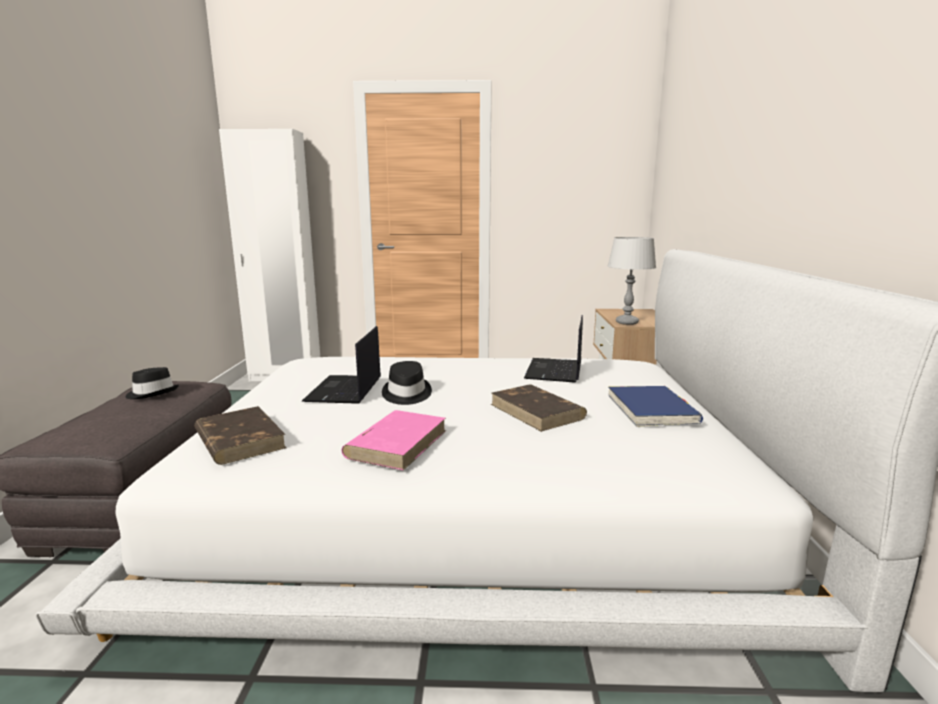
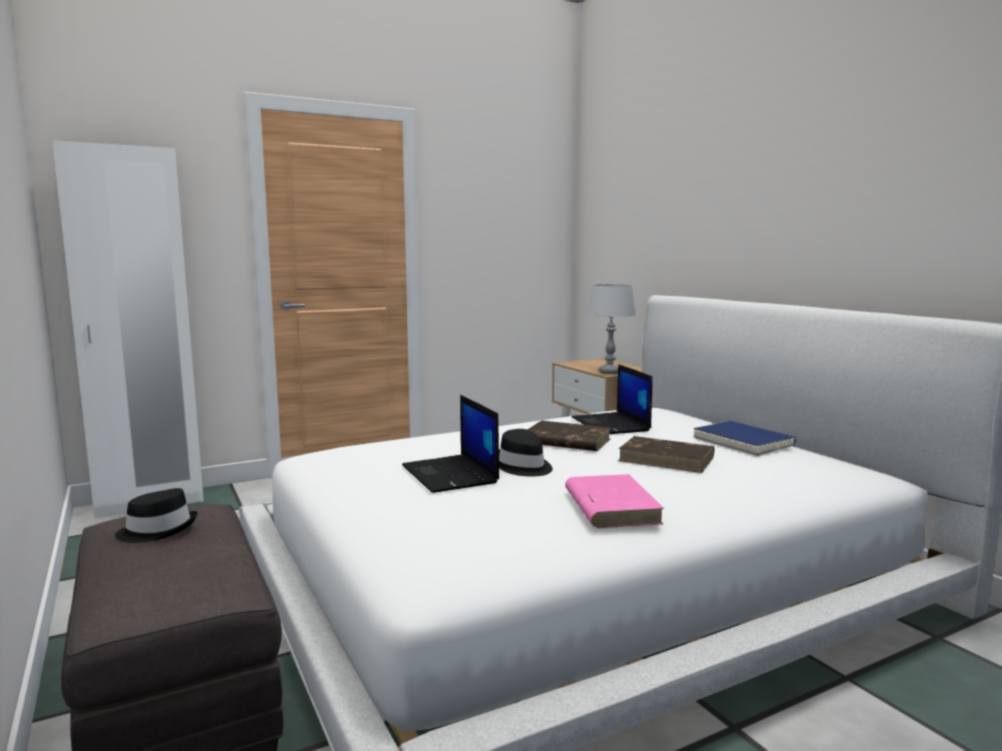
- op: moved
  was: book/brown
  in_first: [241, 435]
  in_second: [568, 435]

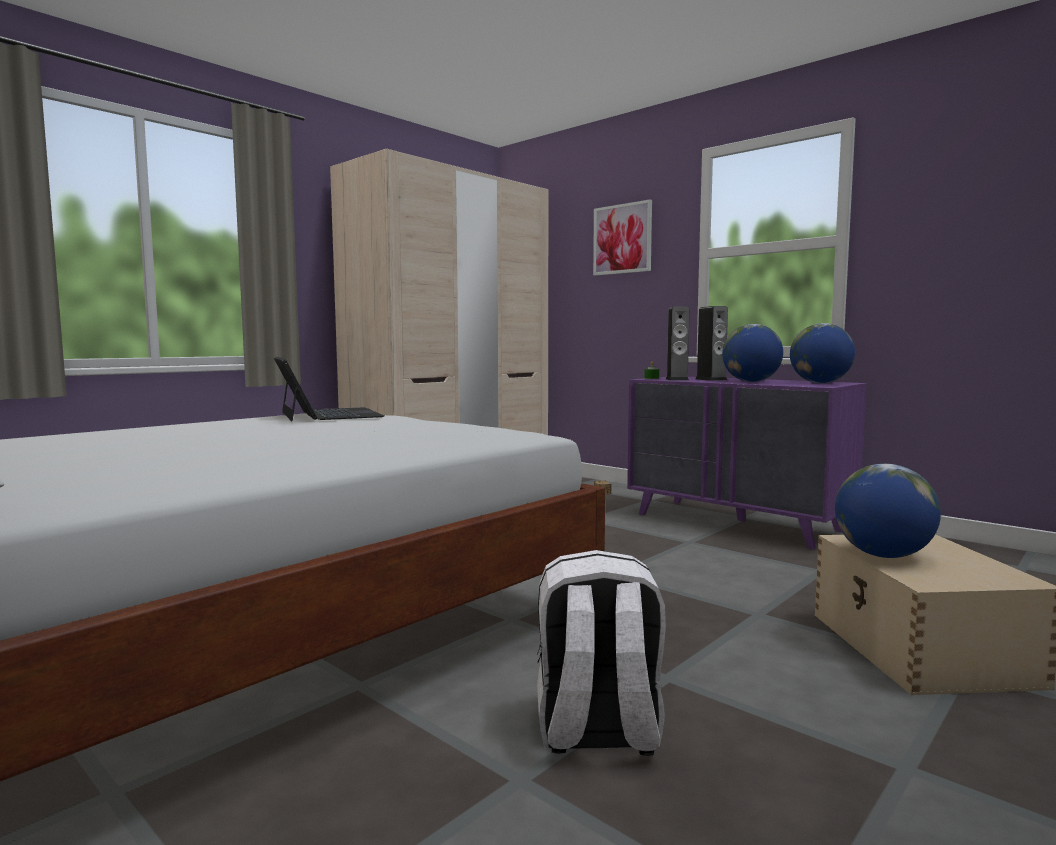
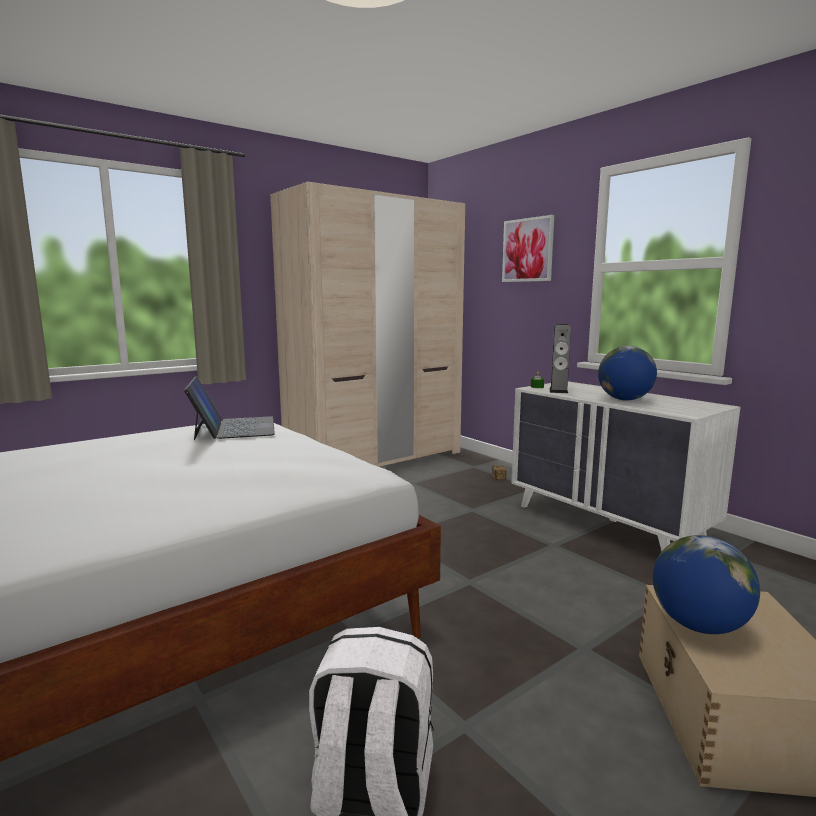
- op: recoloured
  was: dresser/purple
  now: dresser/white
  in_first: [747, 463]
  in_second: [626, 466]
- op: removed
  was: speaker
  in_first: [711, 343]
- op: removed
  was: globe
  in_first: [822, 353]

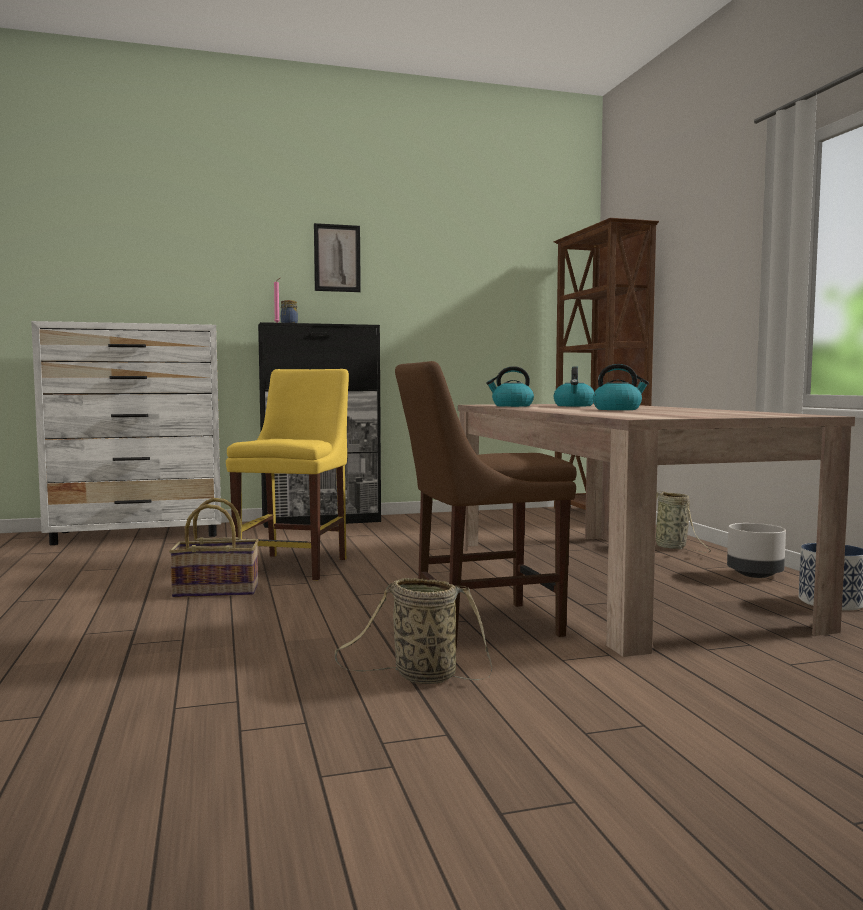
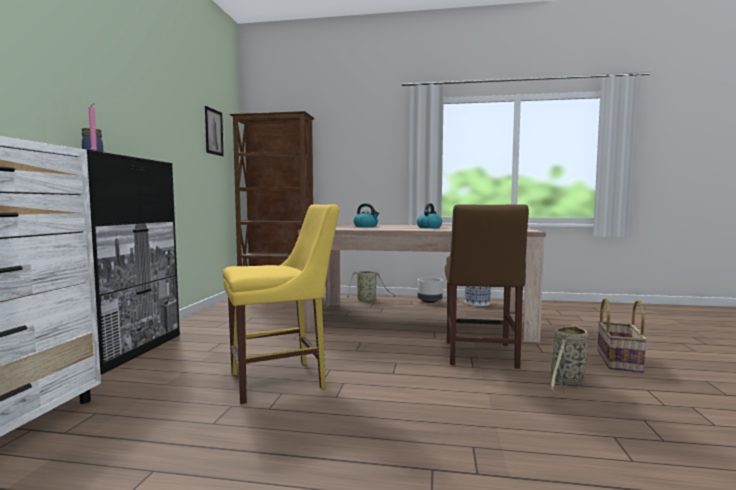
- op: moved
  was: picture
  in_first: [337, 257]
  in_second: [214, 131]
- op: turned
  was: chair/yellow
  in_first: [287, 474]
  in_second: [281, 304]
  clockwise: 120
- op: moved
  was: basket
  in_first: [214, 548]
  in_second: [622, 335]
- op: removed
  was: kettle
  in_first: [510, 386]

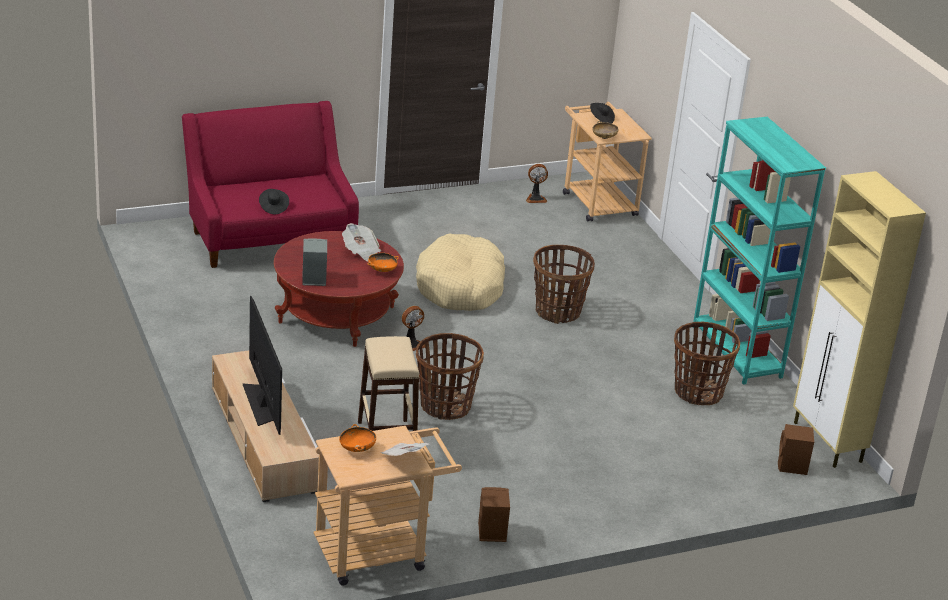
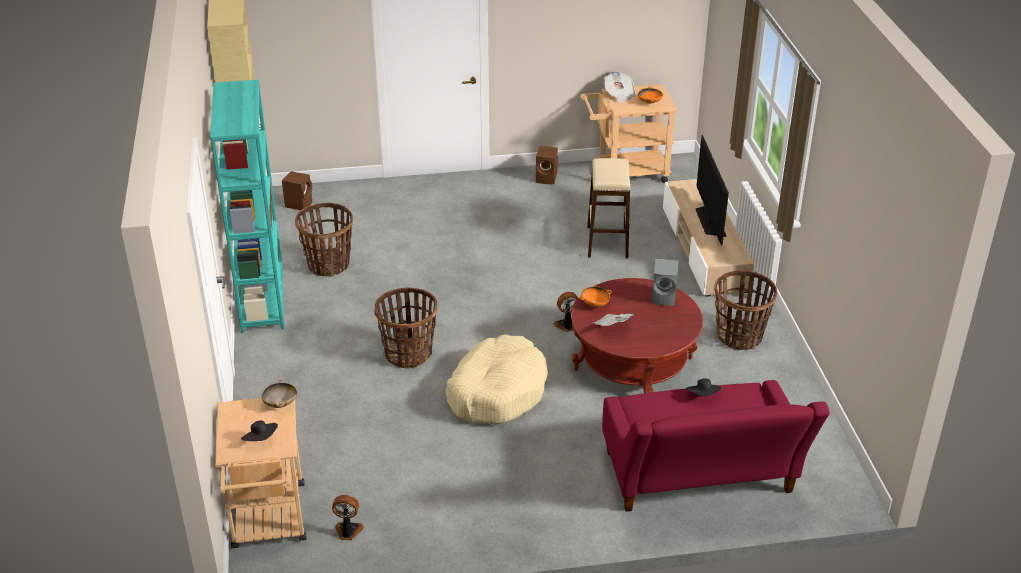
- op: moved
  was: basket
  in_first: [450, 376]
  in_second: [745, 310]

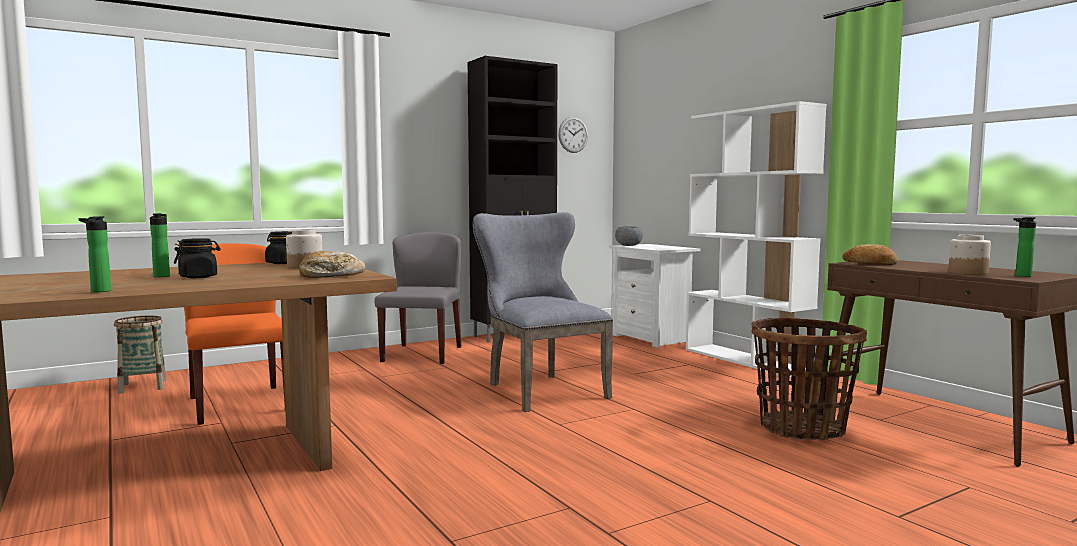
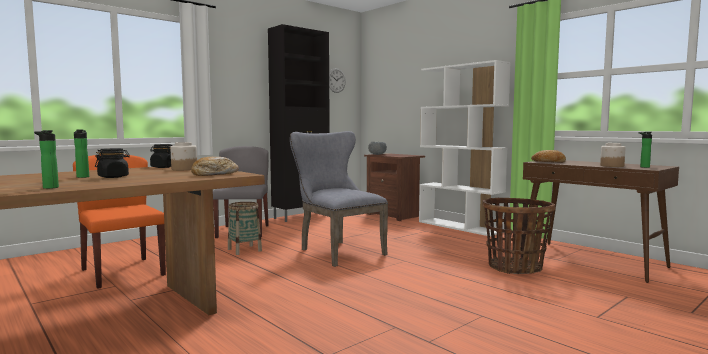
- op: moved
  was: basket
  in_first: [140, 355]
  in_second: [245, 228]
- op: recoloured
  was: nightstand/white
  now: nightstand/brown
  in_first: [655, 296]
  in_second: [394, 187]

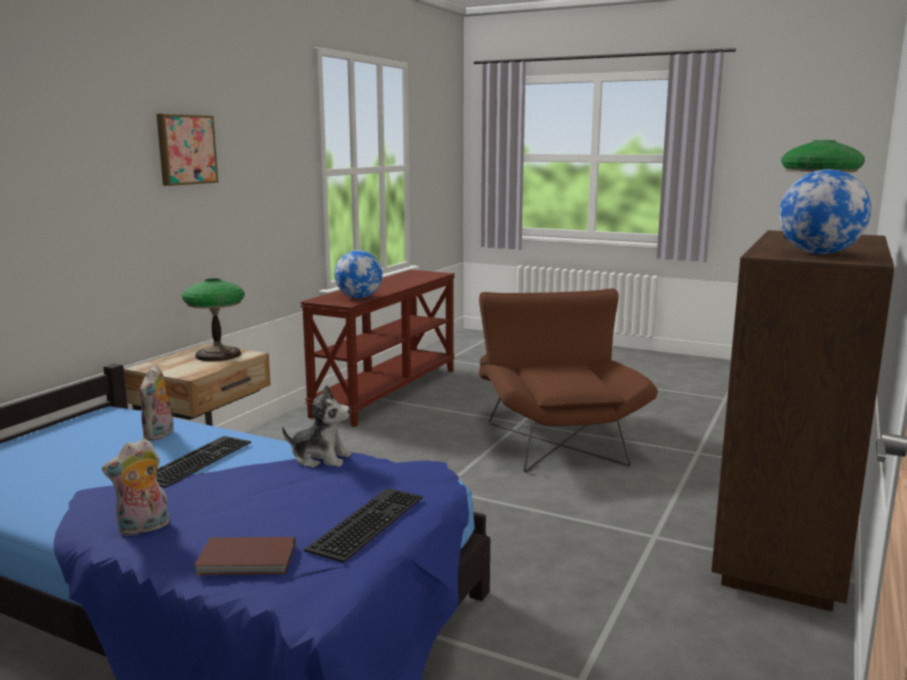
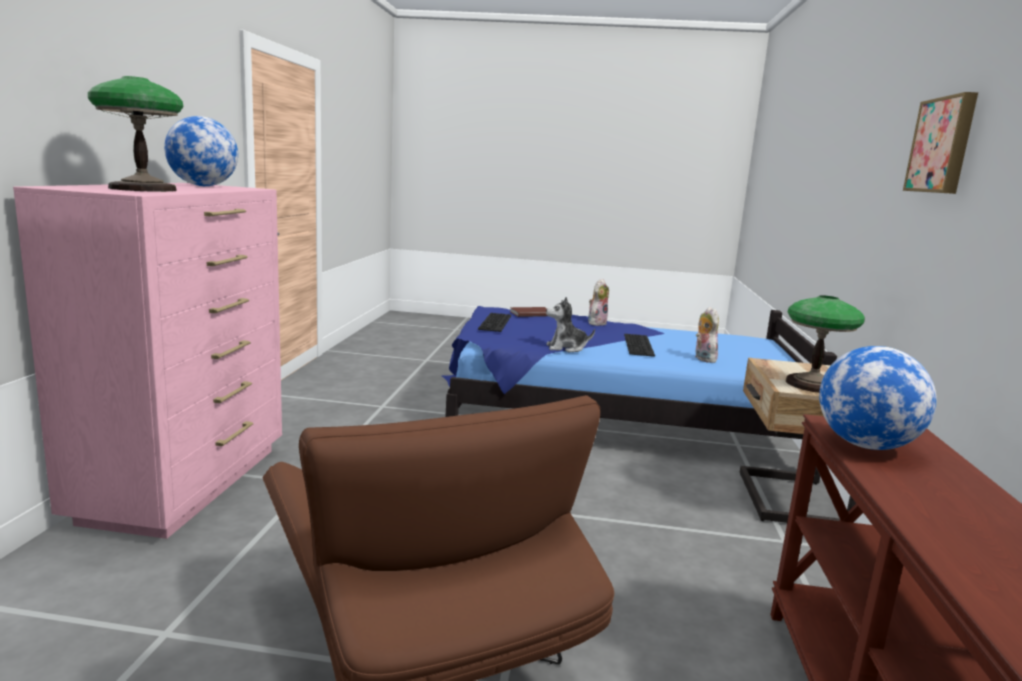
- op: recoloured
  was: dresser/brown
  now: dresser/pink
  in_first: [803, 421]
  in_second: [147, 361]

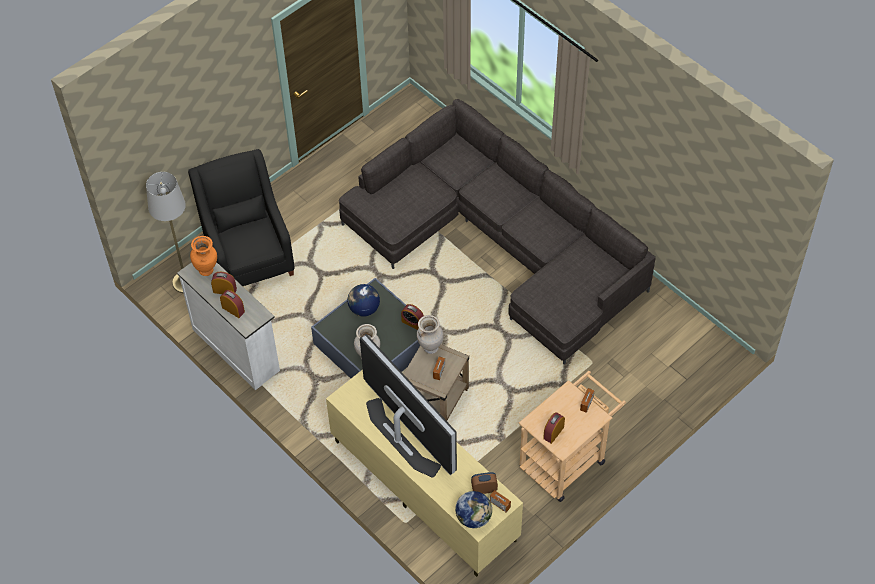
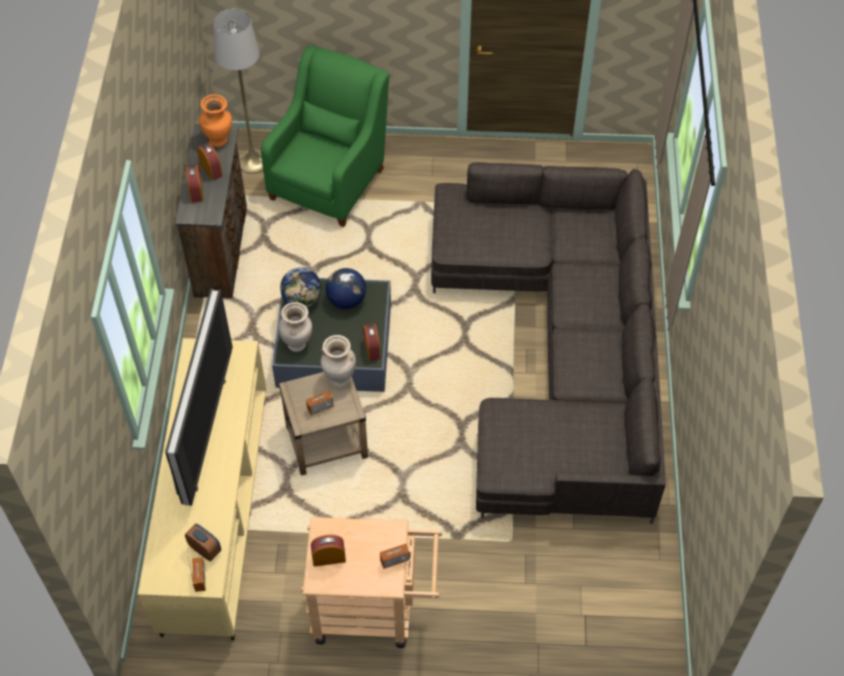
- op: recoloured
  was: dresser/white
  now: dresser/brown
  in_first: [228, 326]
  in_second: [211, 211]
- op: recoloured
  was: armchair/black
  now: armchair/green
  in_first: [241, 217]
  in_second: [325, 136]
- op: moved
  was: globe
  in_first: [473, 509]
  in_second: [300, 287]

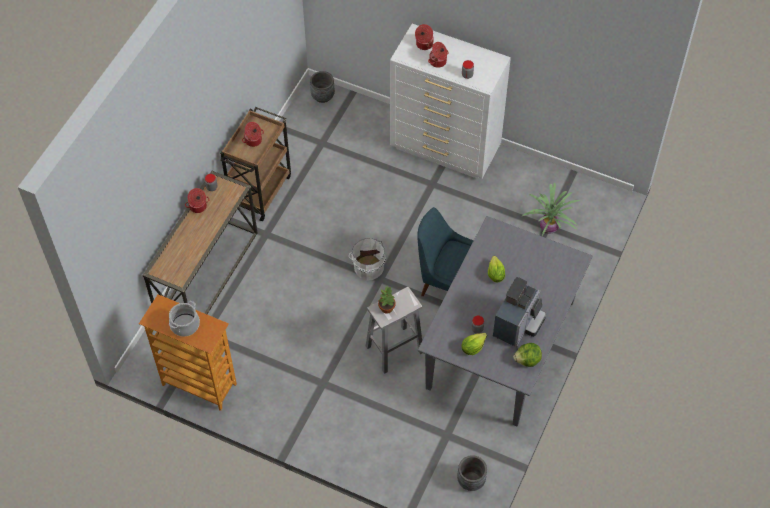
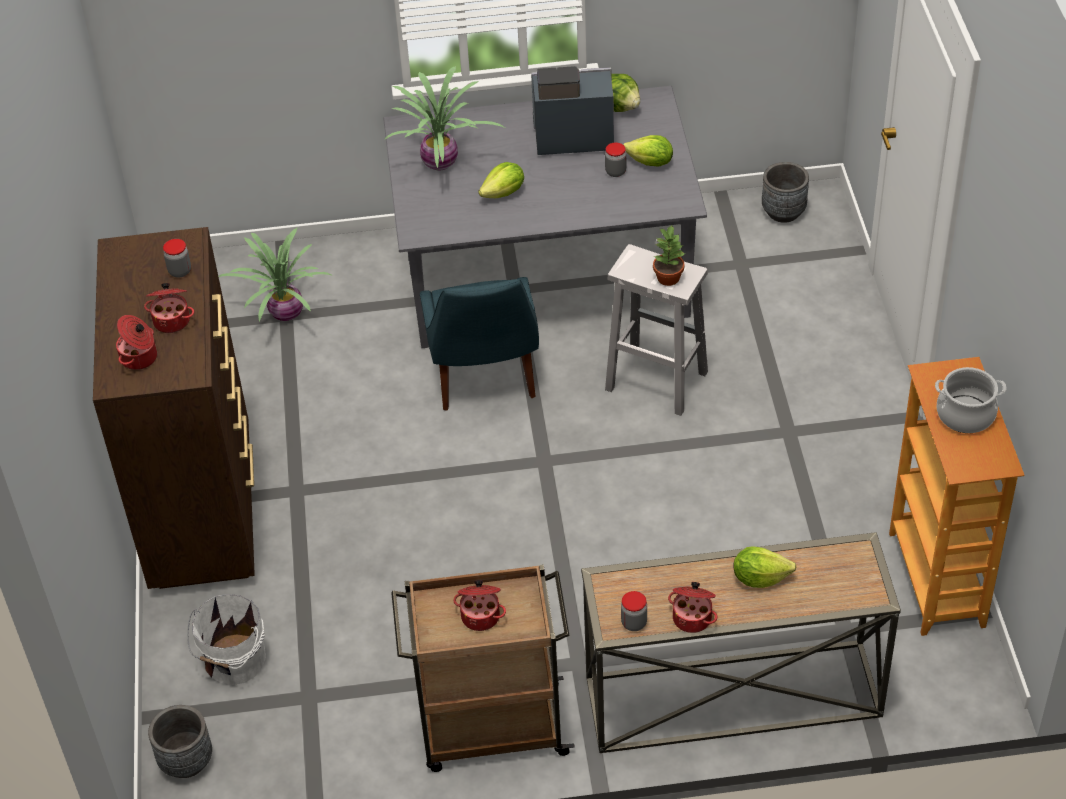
- op: recoloured
  was: dresser/white
  now: dresser/brown
  in_first: [450, 101]
  in_second: [174, 408]
- op: moved
  was: bucket/white
  in_first: [367, 259]
  in_second: [226, 639]
- op: added
  now: potted plant
  in_second: [444, 118]
- op: added
  now: lettuce
  in_second: [765, 567]

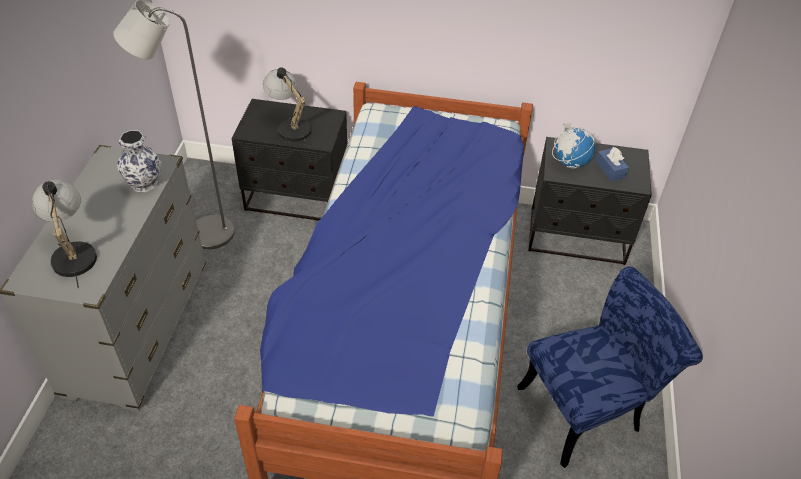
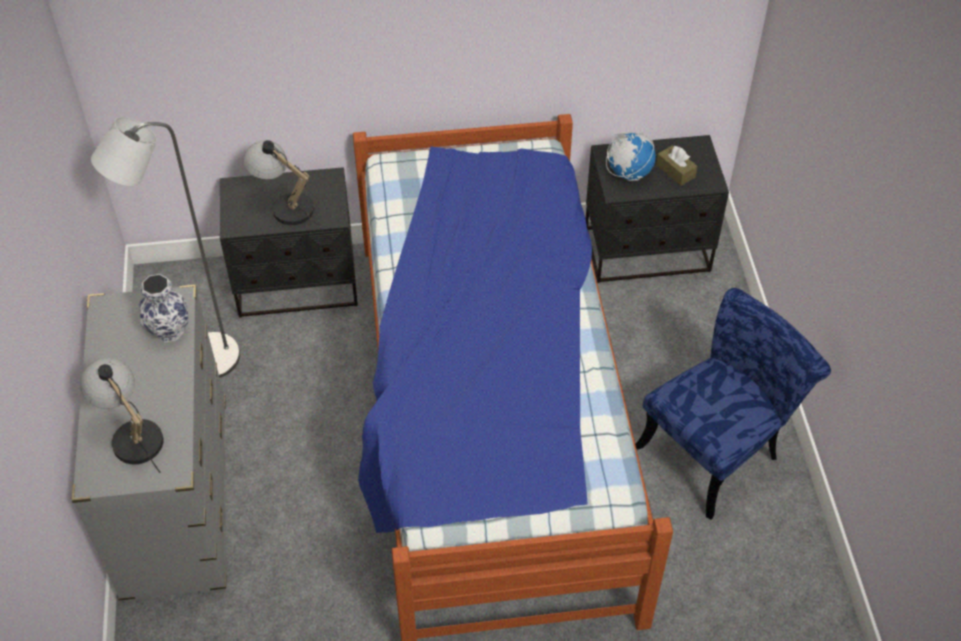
- op: recoloured
  was: tissue box/blue
  now: tissue box/brown
  in_first: [612, 164]
  in_second: [676, 165]

